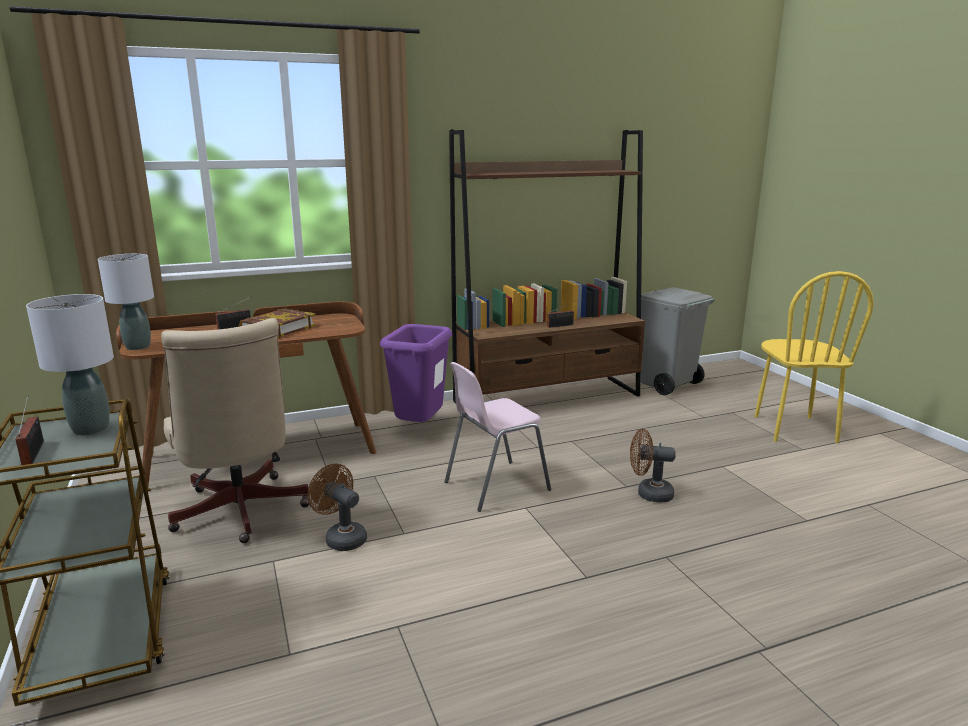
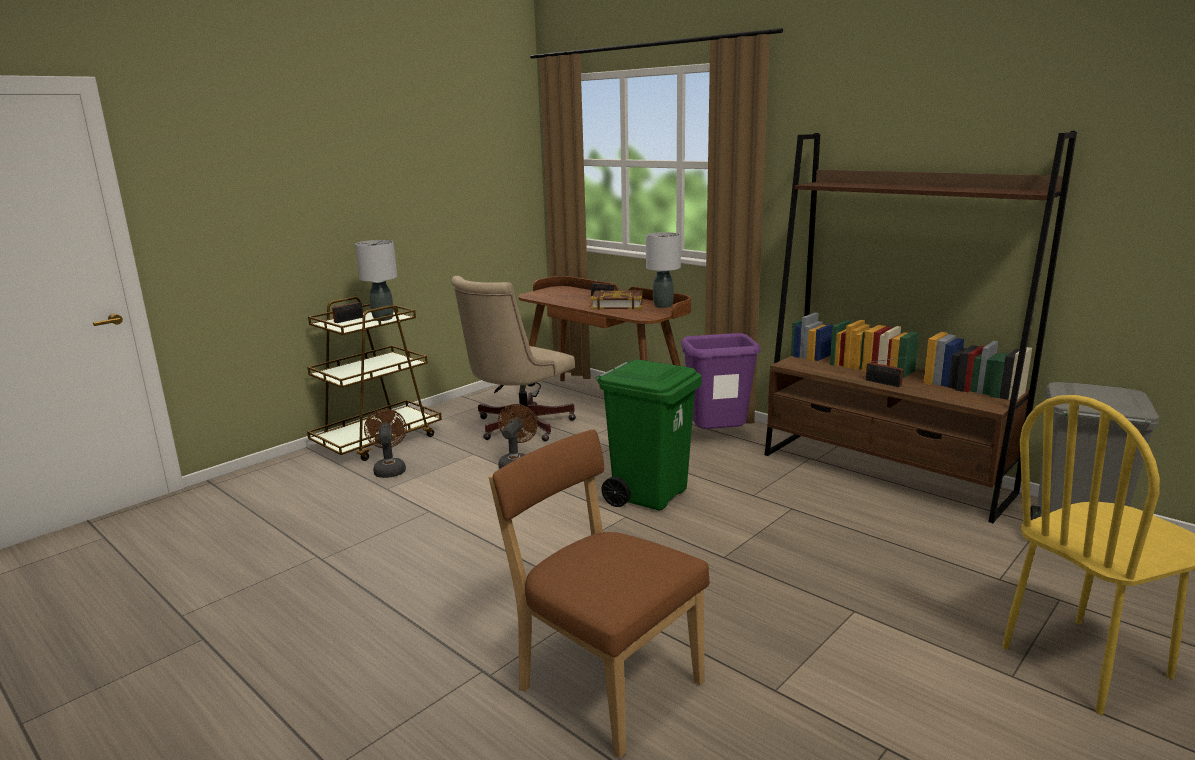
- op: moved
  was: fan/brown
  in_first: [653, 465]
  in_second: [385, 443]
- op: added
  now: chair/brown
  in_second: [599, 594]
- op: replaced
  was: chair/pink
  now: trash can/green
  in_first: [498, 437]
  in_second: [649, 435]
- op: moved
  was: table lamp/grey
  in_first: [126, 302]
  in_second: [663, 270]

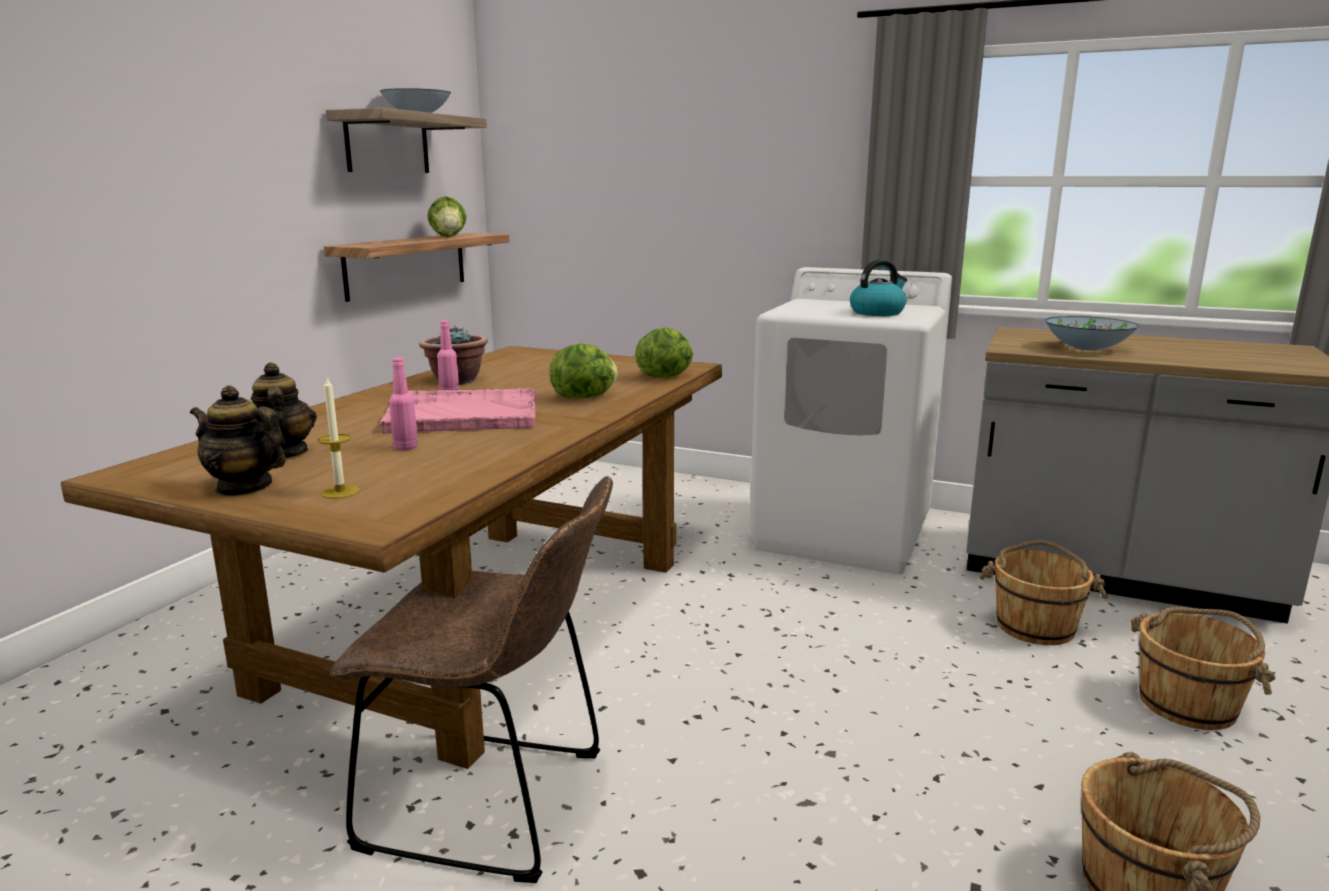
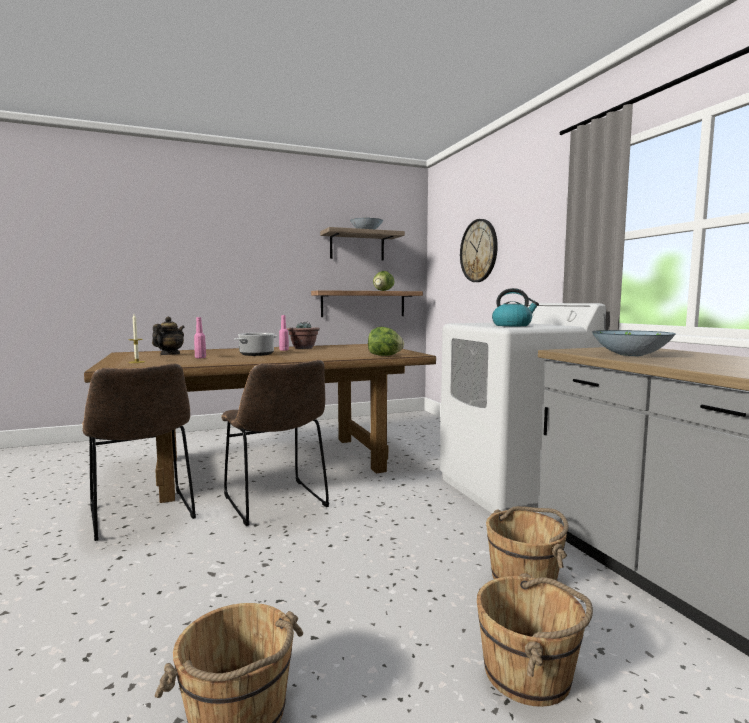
- op: added
  now: chair/brown
  in_second: [275, 443]
- op: replaced
  was: tray/pink
  now: cooking pot
  in_first: [458, 411]
  in_second: [256, 344]
- op: added
  now: wall clock
  in_second: [479, 250]
- op: removed
  was: teapot
  in_first: [238, 441]
- op: removed
  was: lettuce
  in_first: [583, 371]

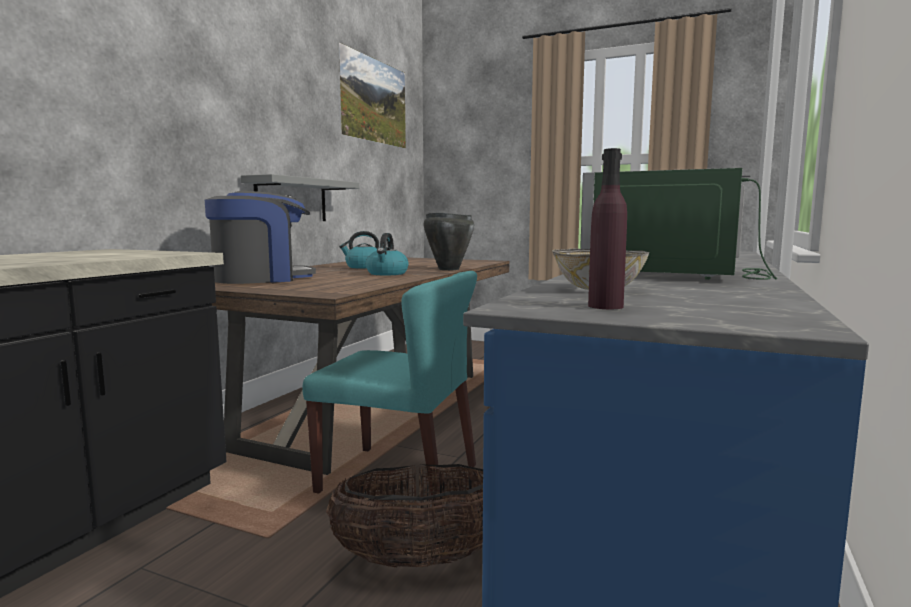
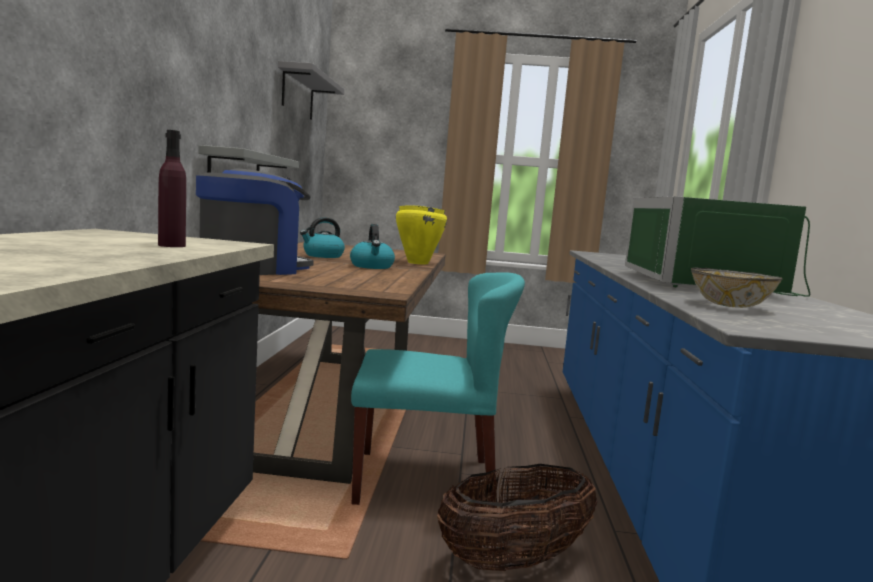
- op: moved
  was: bottle/purple
  in_first: [607, 228]
  in_second: [172, 188]
- op: replaced
  was: picture
  now: shelf/grey
  in_first: [372, 95]
  in_second: [311, 90]
- op: recoloured
  was: cooking pot/black
  now: cooking pot/yellow
  in_first: [449, 241]
  in_second: [421, 234]

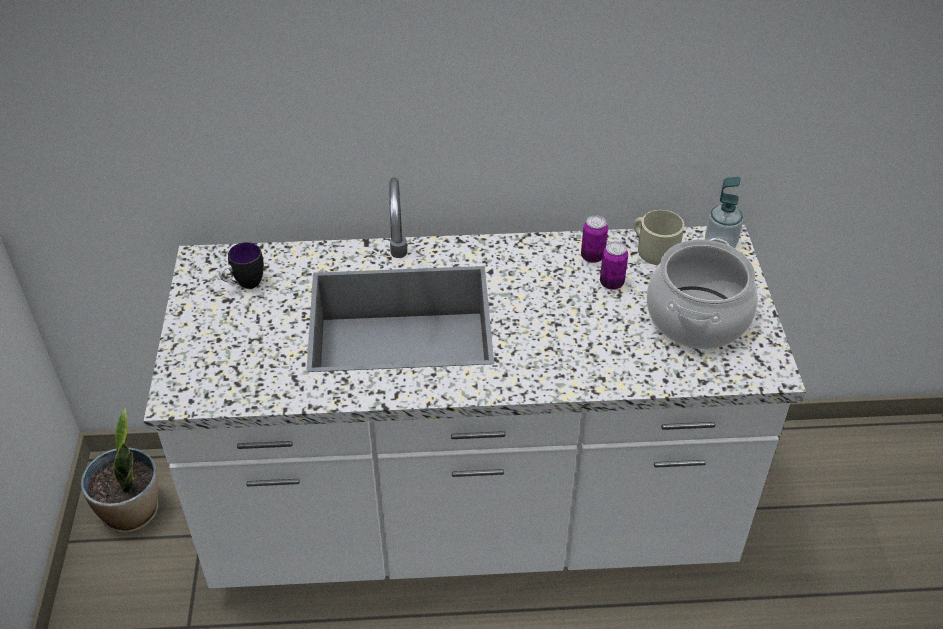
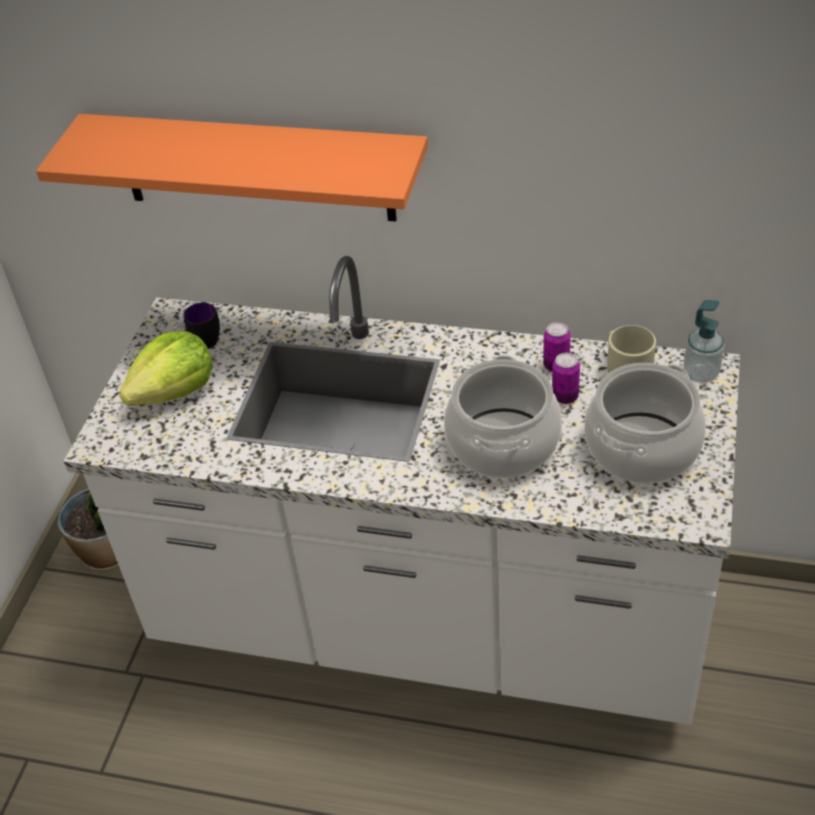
- op: added
  now: shelf/orange
  in_second: [232, 167]
- op: added
  now: lettuce
  in_second: [166, 368]
- op: added
  now: cooking pot
  in_second: [503, 416]

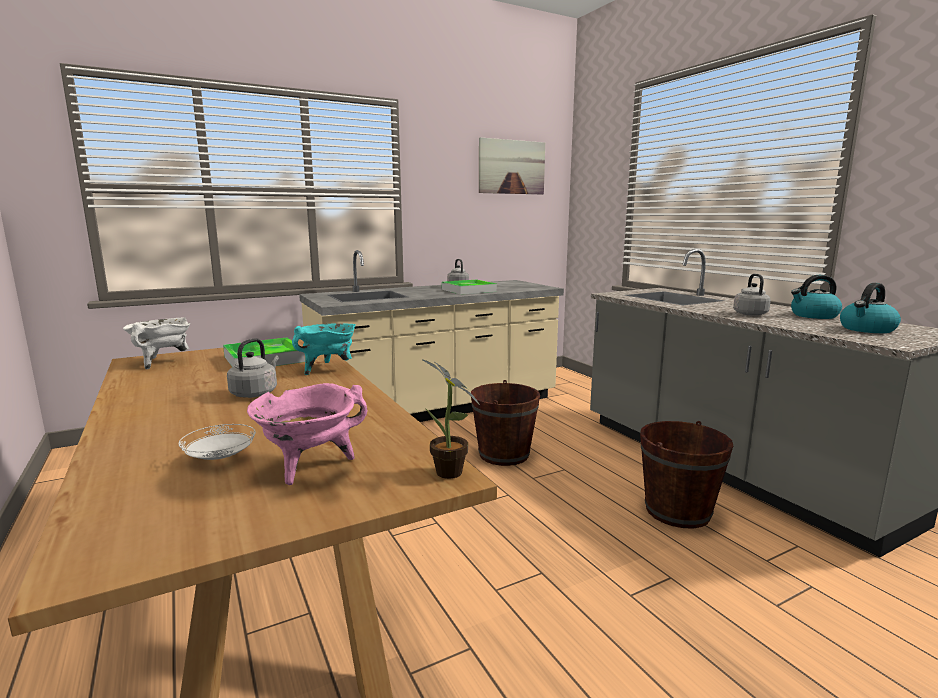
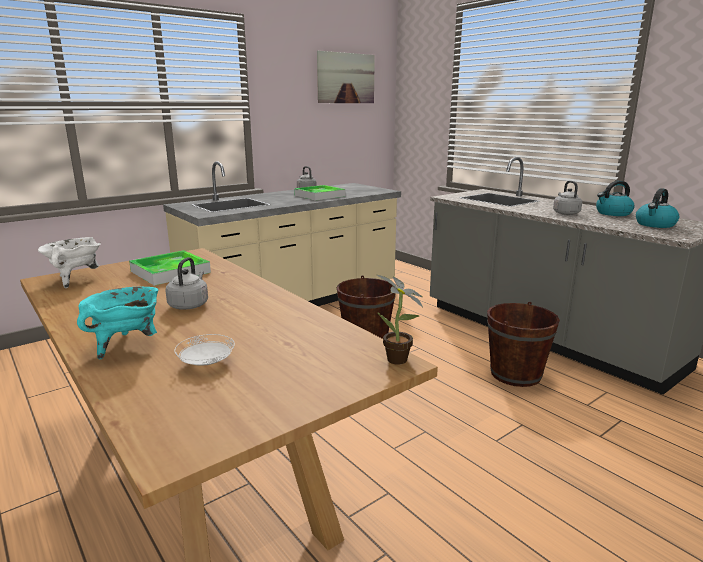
- op: moved
  was: cooking pot/turquoise
  in_first: [324, 349]
  in_second: [118, 323]
- op: removed
  was: cooking pot/pink
  in_first: [307, 434]

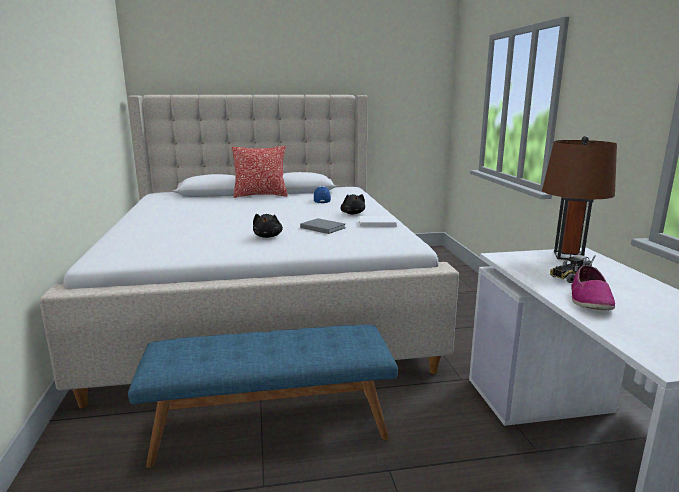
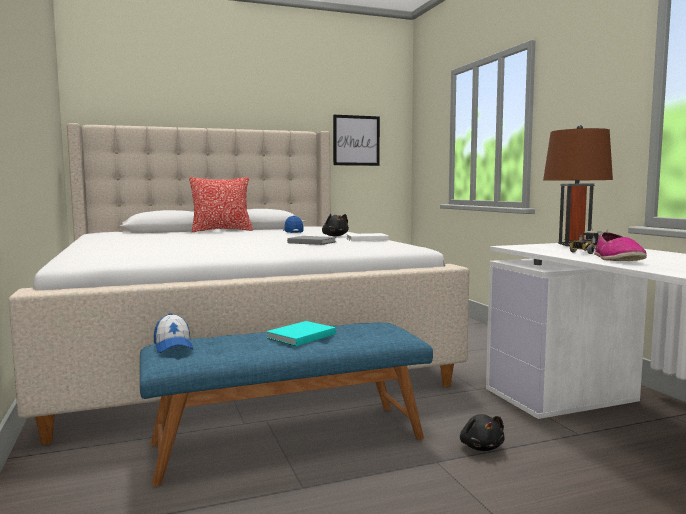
- op: added
  now: cap
  in_second: [174, 333]
- op: added
  now: book/turquoise
  in_second: [301, 333]
- op: added
  now: picture
  in_second: [356, 140]
- op: moved
  was: plush toy/black
  in_first: [268, 226]
  in_second: [482, 432]

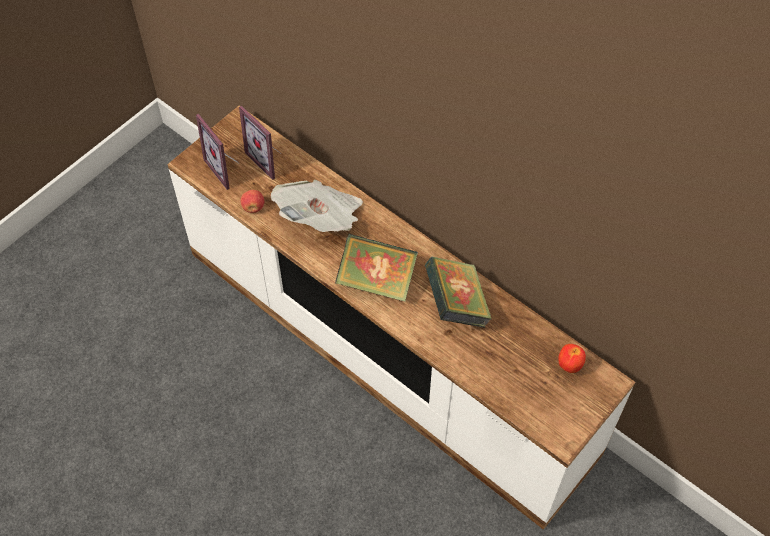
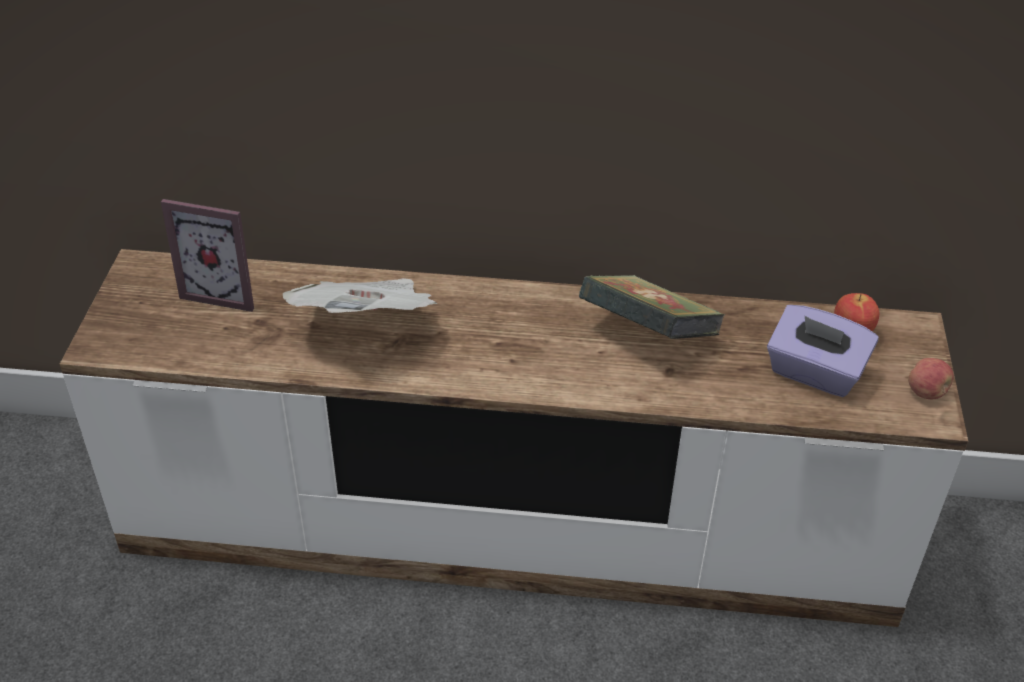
- op: added
  now: tissue box/purple
  in_second: [823, 351]
- op: moved
  was: apple
  in_first: [252, 201]
  in_second: [931, 378]
- op: removed
  was: picture frame
  in_first: [217, 152]
- op: removed
  was: book
  in_first: [376, 268]

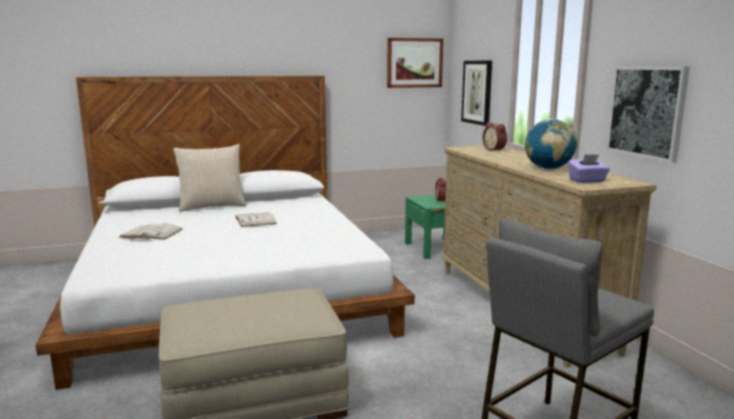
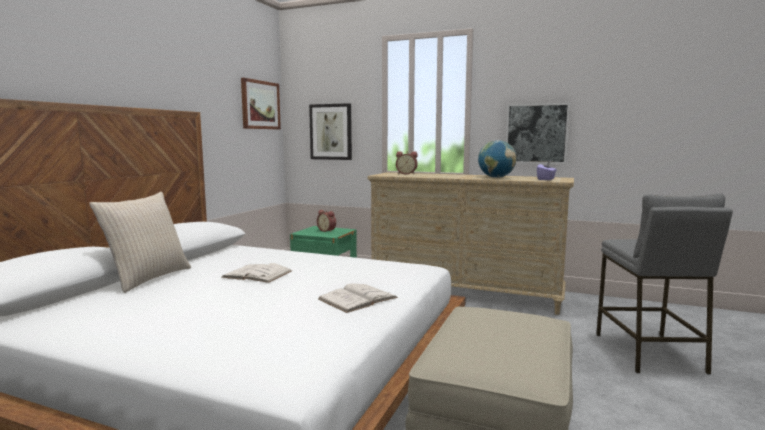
- op: moved
  was: book/white
  in_first: [151, 231]
  in_second: [358, 298]

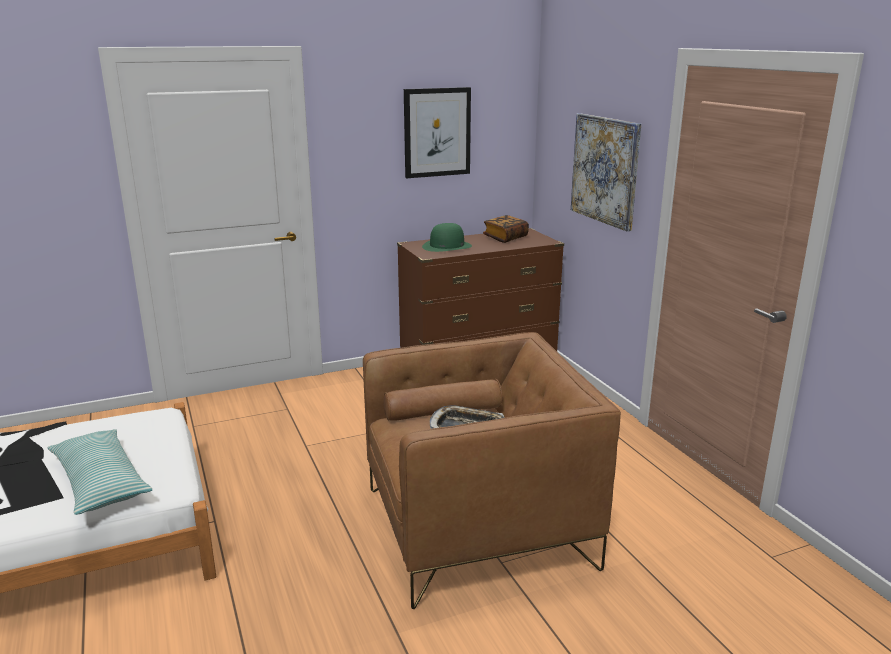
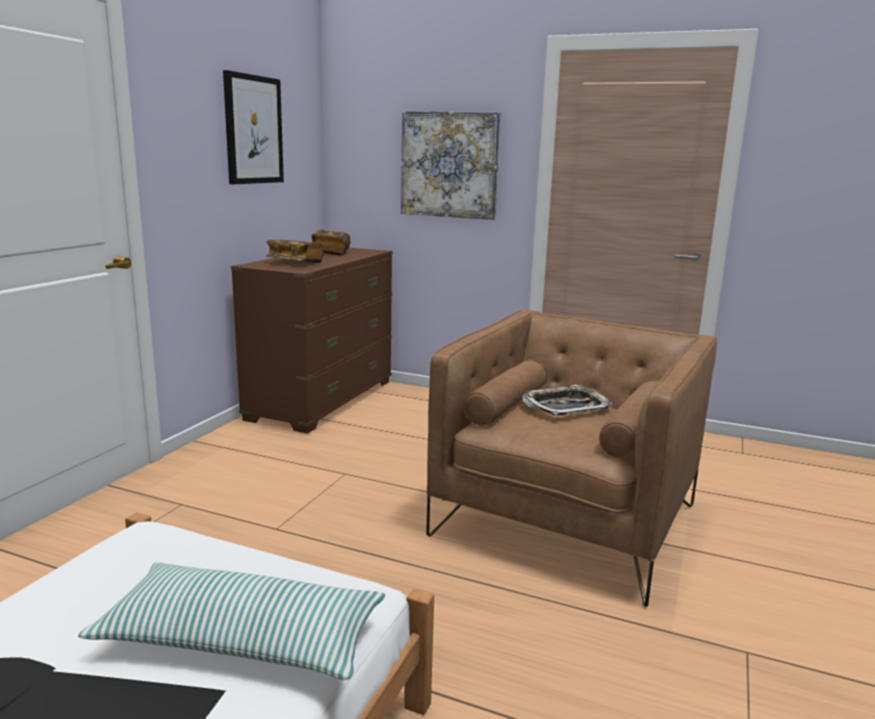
- op: replaced
  was: hat/green
  now: book
  in_first: [447, 237]
  in_second: [295, 251]

